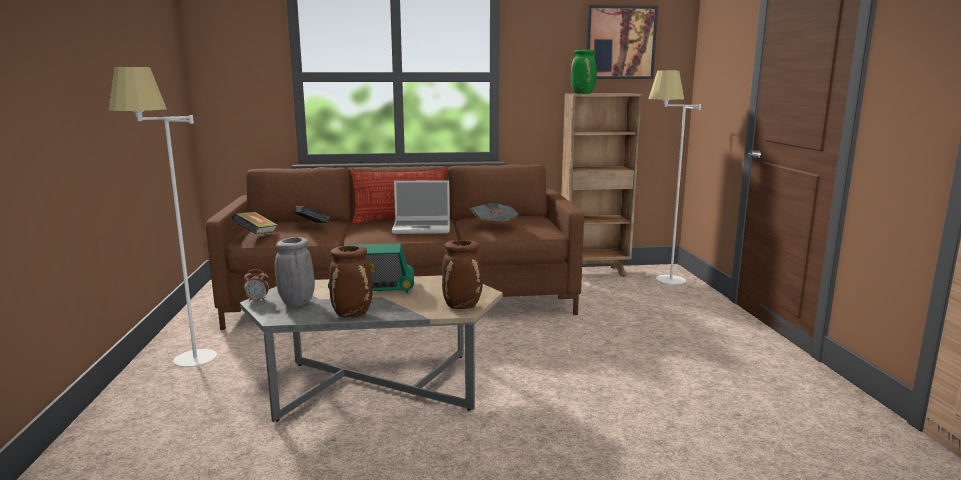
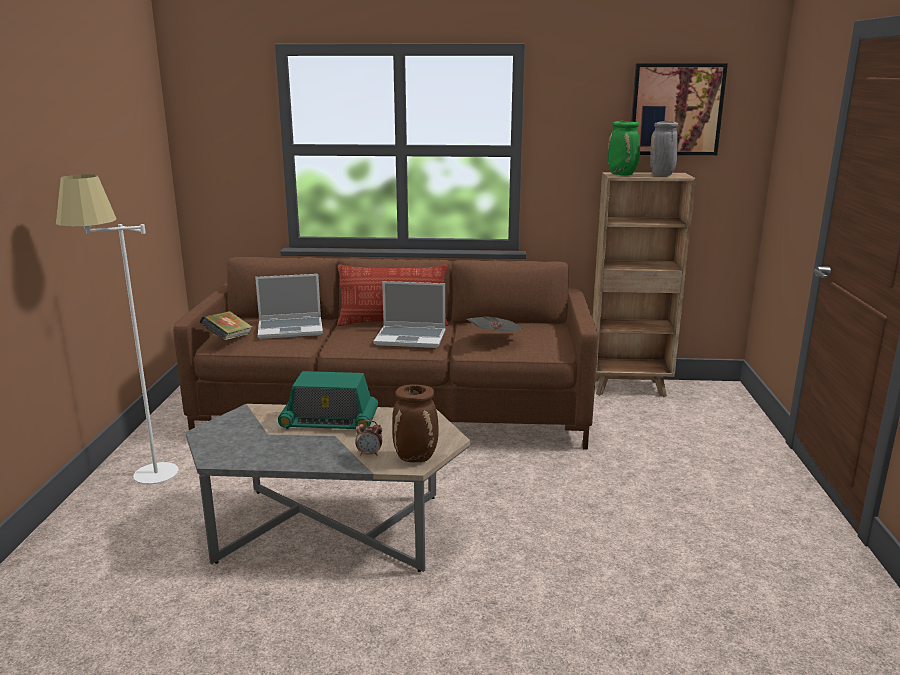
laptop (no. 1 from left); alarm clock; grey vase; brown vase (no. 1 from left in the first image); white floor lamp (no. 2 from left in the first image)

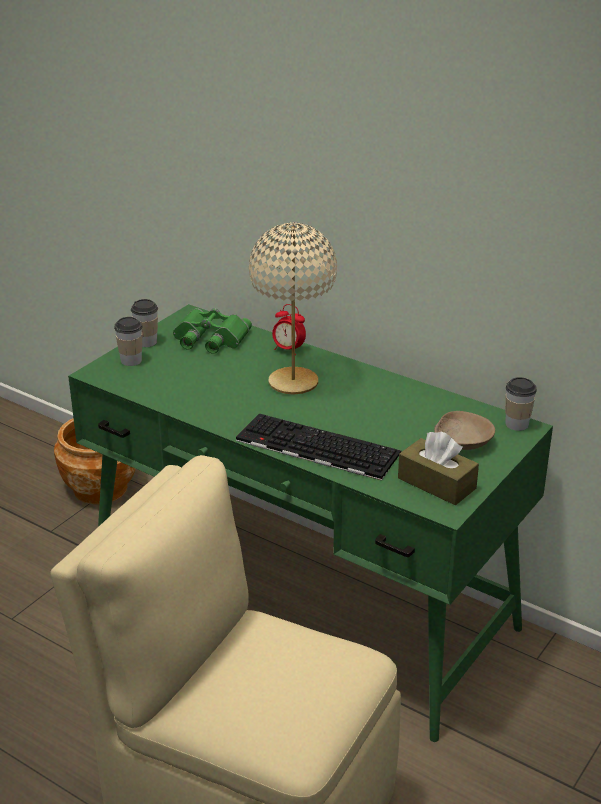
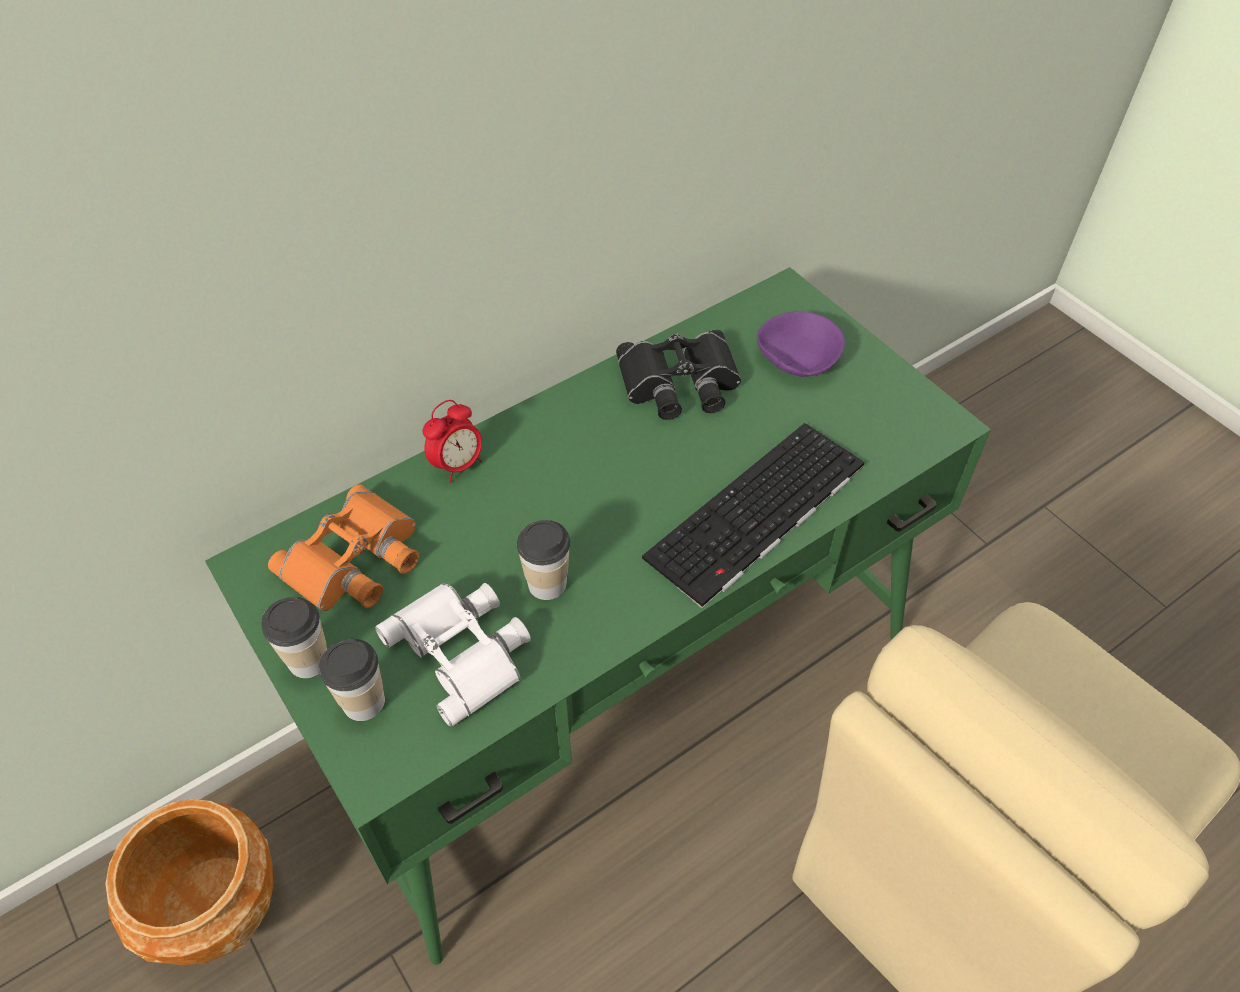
orange binoculars; white binoculars; cup (no. 3 from left); black binoculars; purple bowl; beige table lamp; brown tissue box

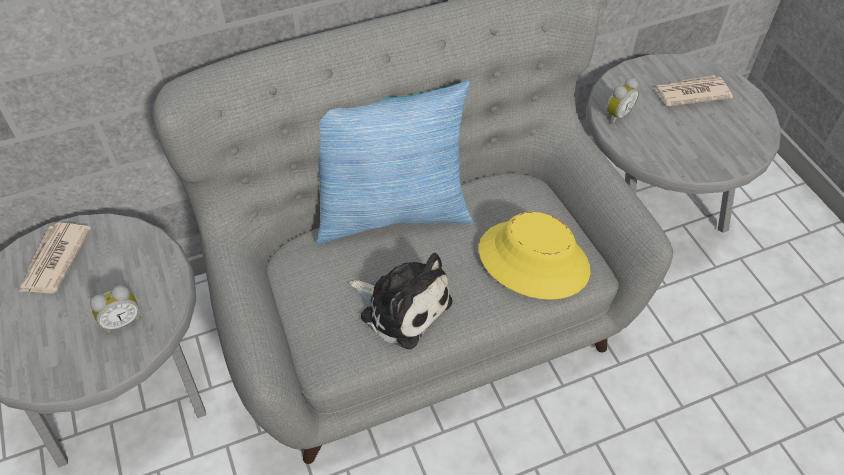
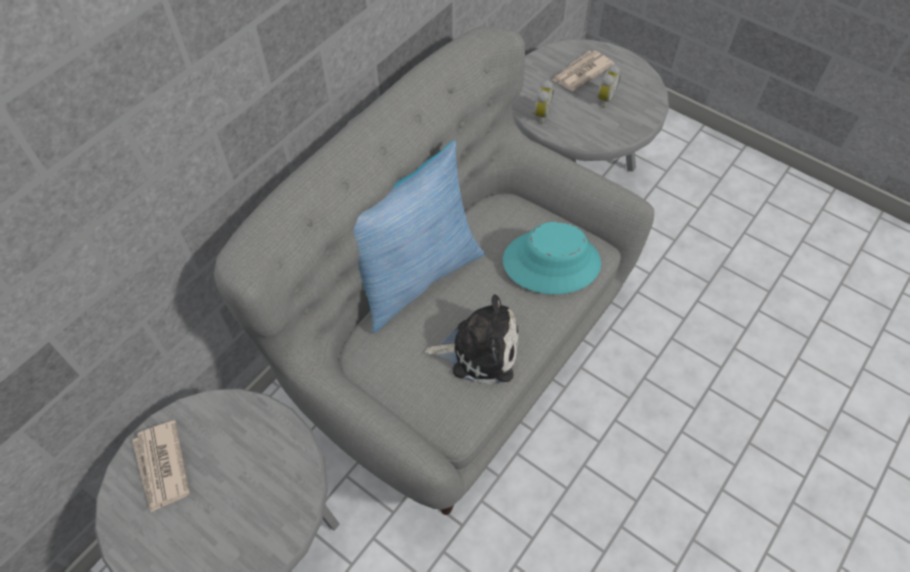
turquoise hat; alarm clock (no. 2 from left)

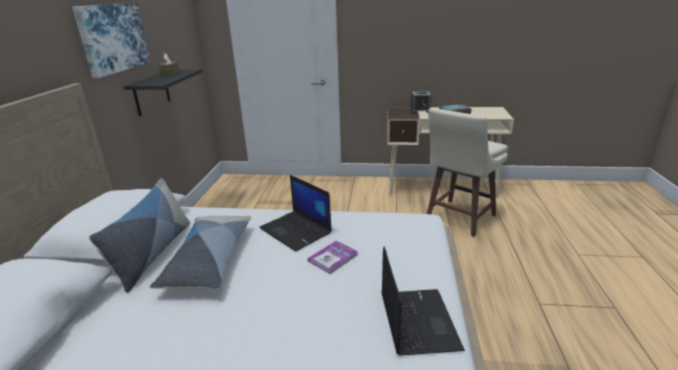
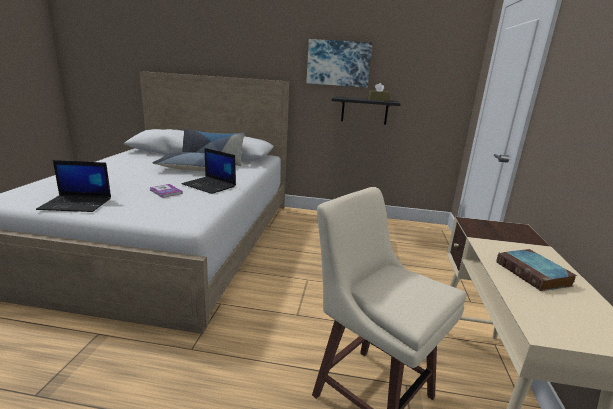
laptop (no. 2 from left); alarm clock

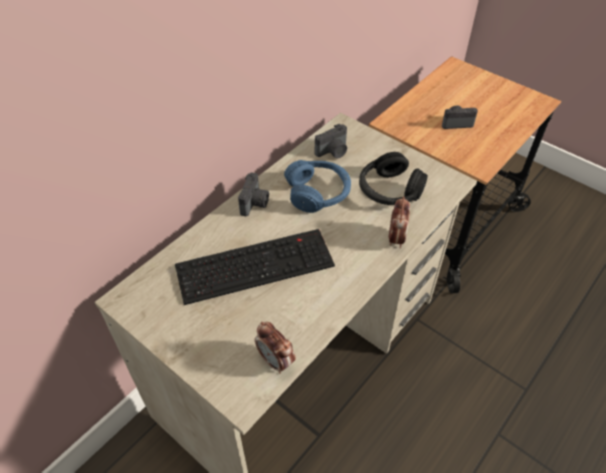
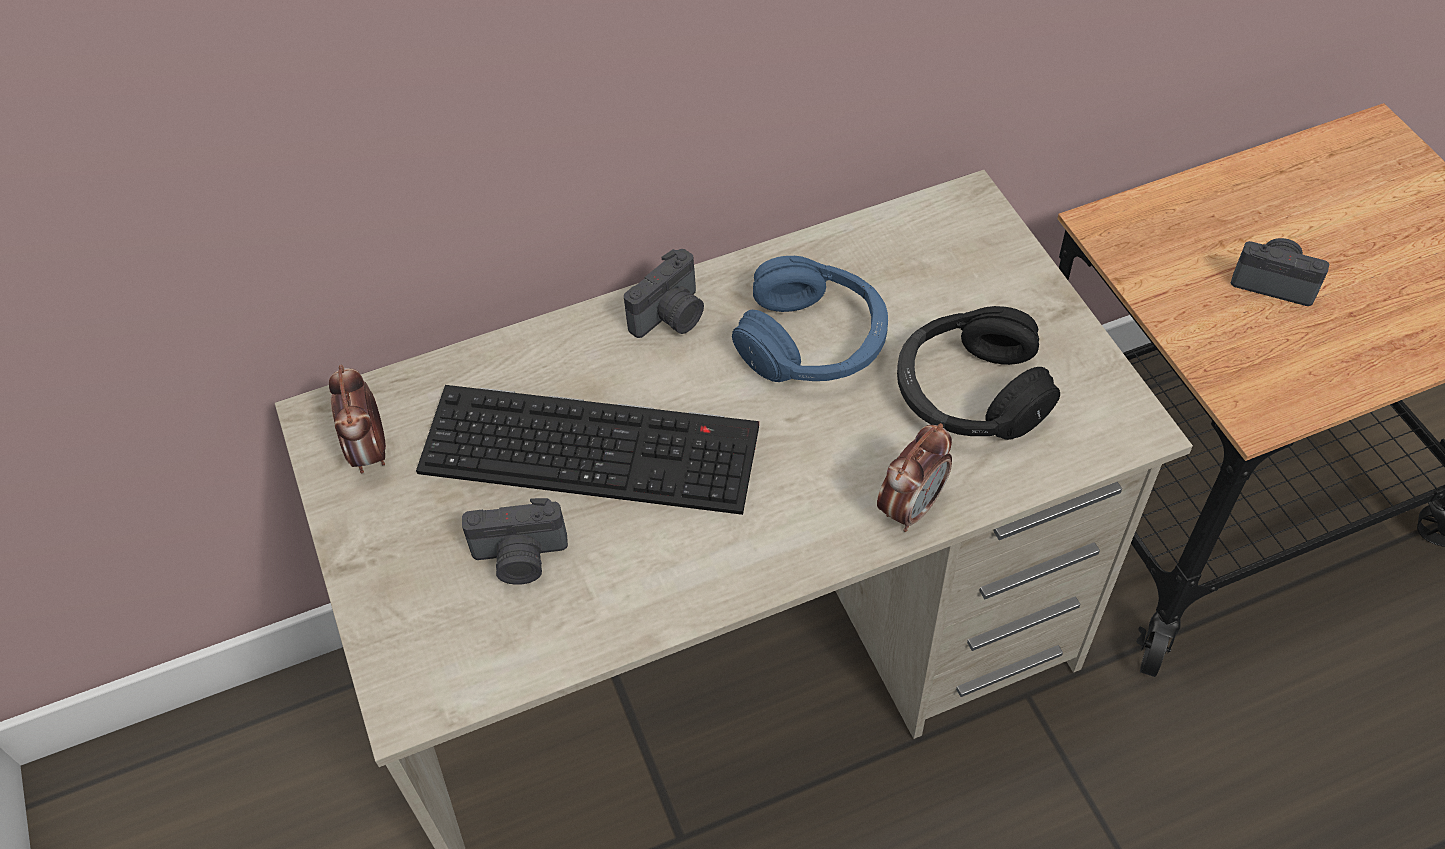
alarm clock (no. 1 from left); photo camera (no. 1 from left)

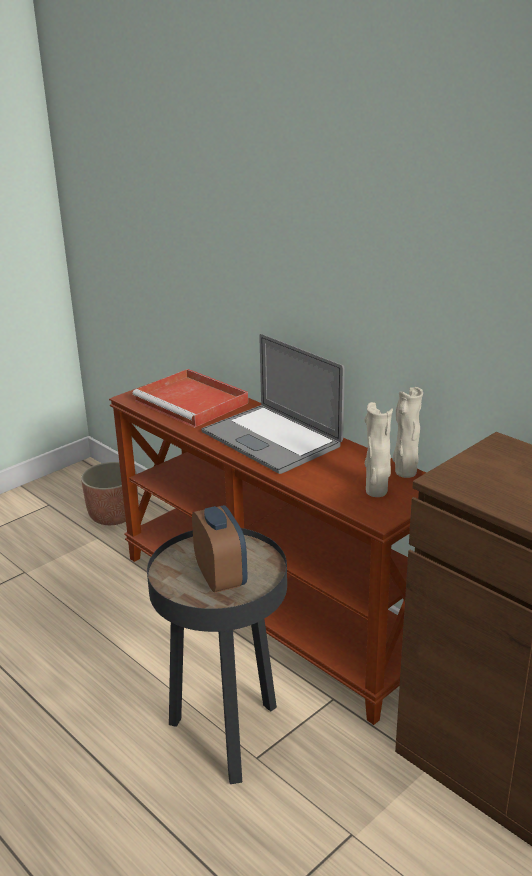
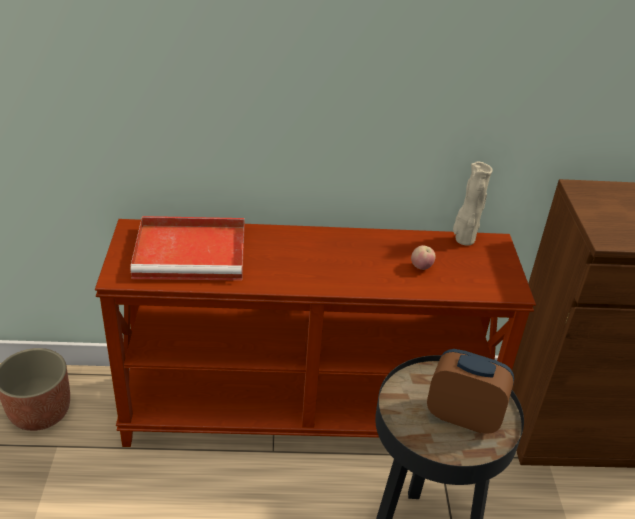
apple; laptop; beige vase (no. 1 from left in the first image)

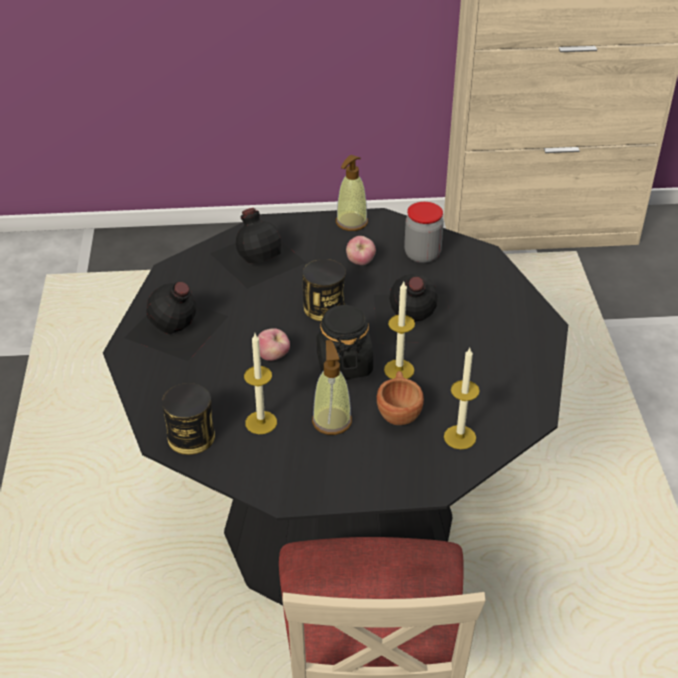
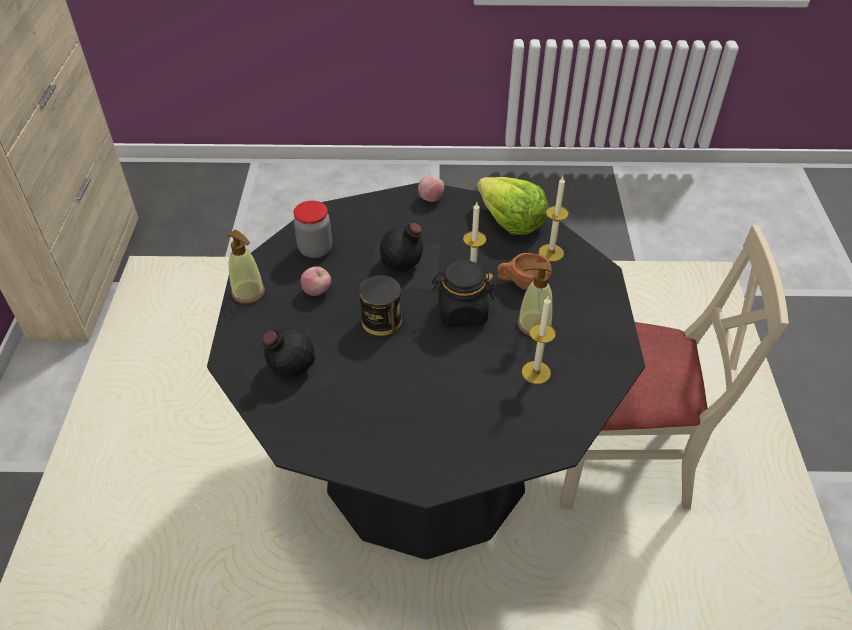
apple (no. 2 from left); lettuce; black bottle (no. 1 from left in the first image); can (no. 1 from left in the first image)

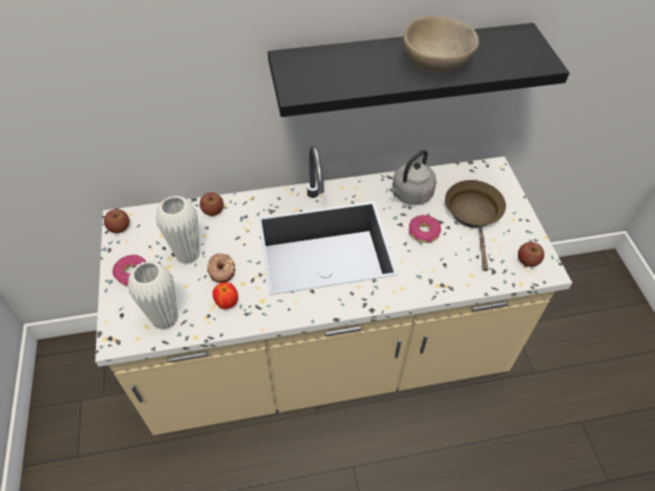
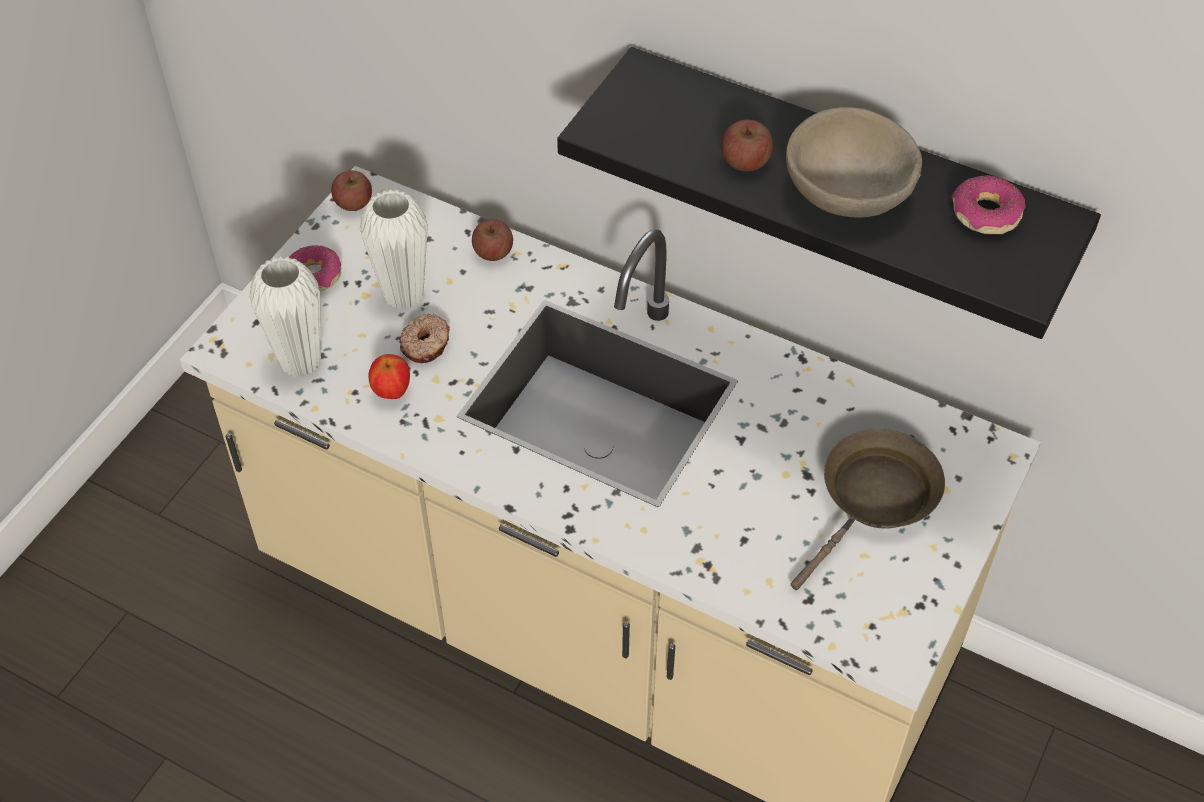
apple (no. 4 from left); donut (no. 3 from left); grey kettle

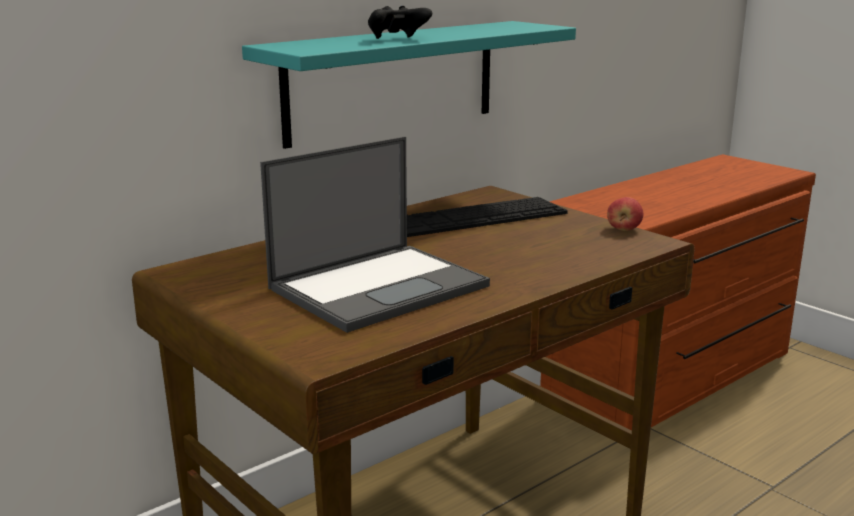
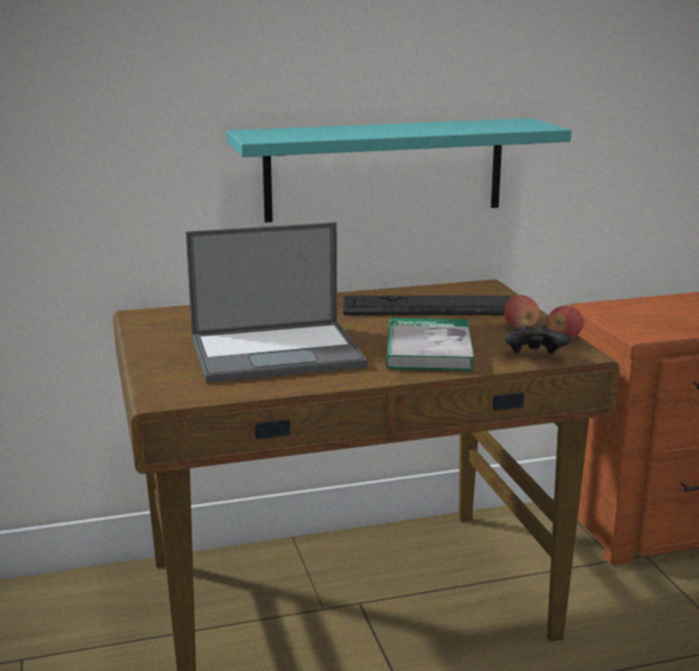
book; apple (no. 1 from left); black game controller

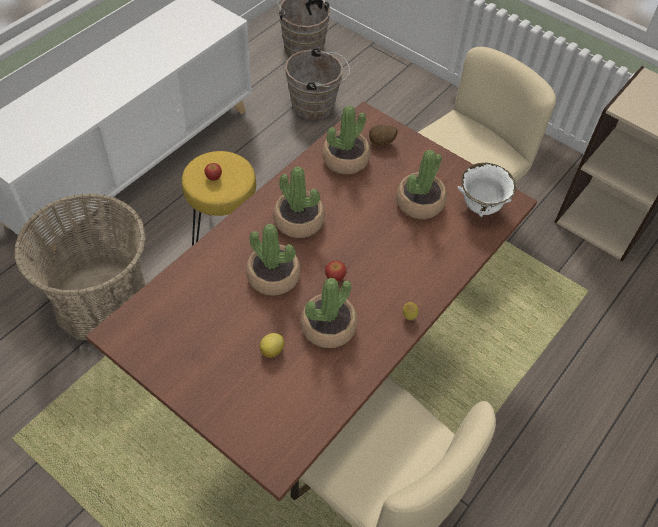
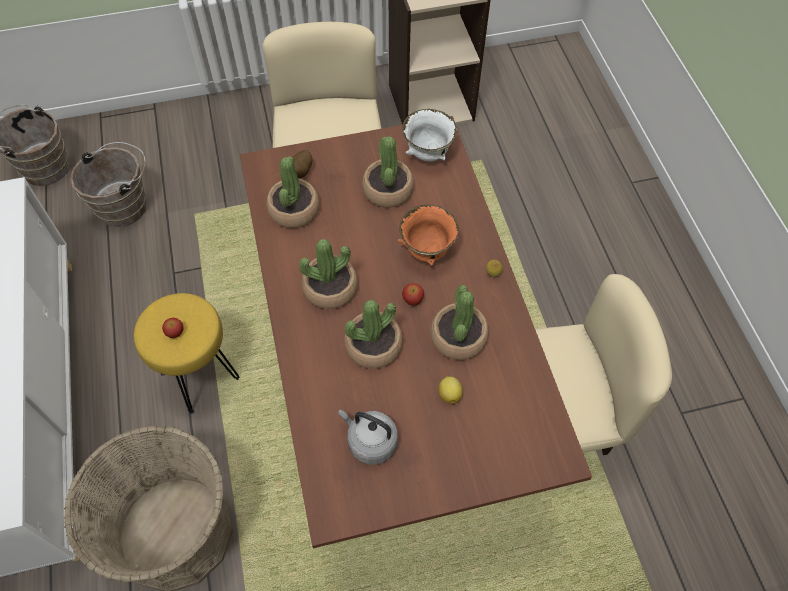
grey kettle; orange bowl

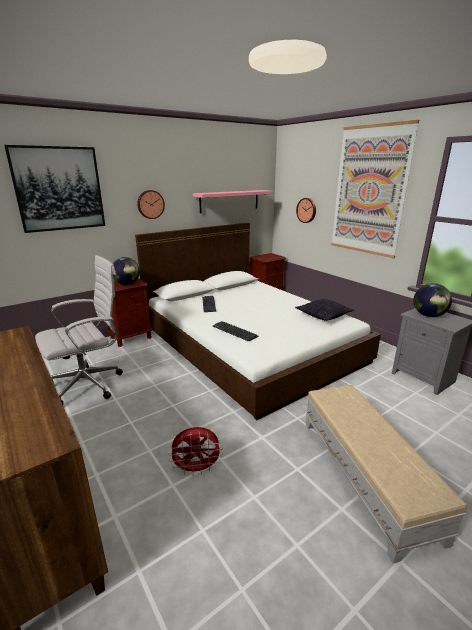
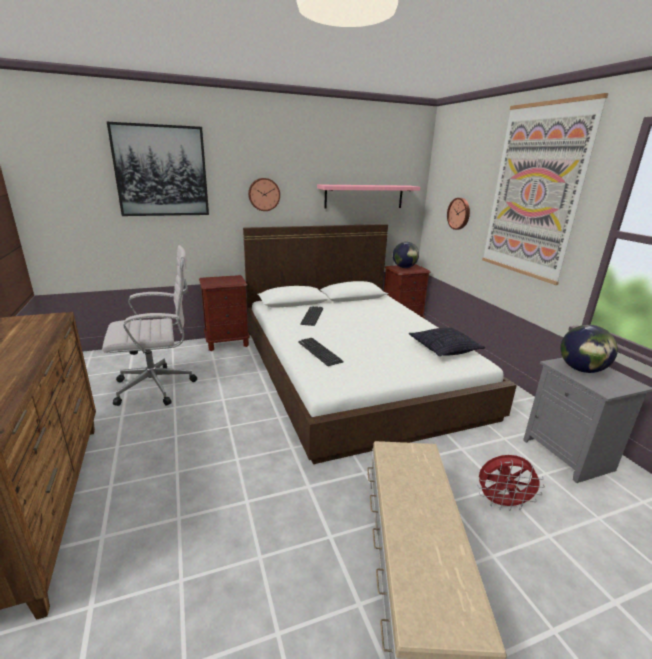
globe (no. 1 from left); red fan

